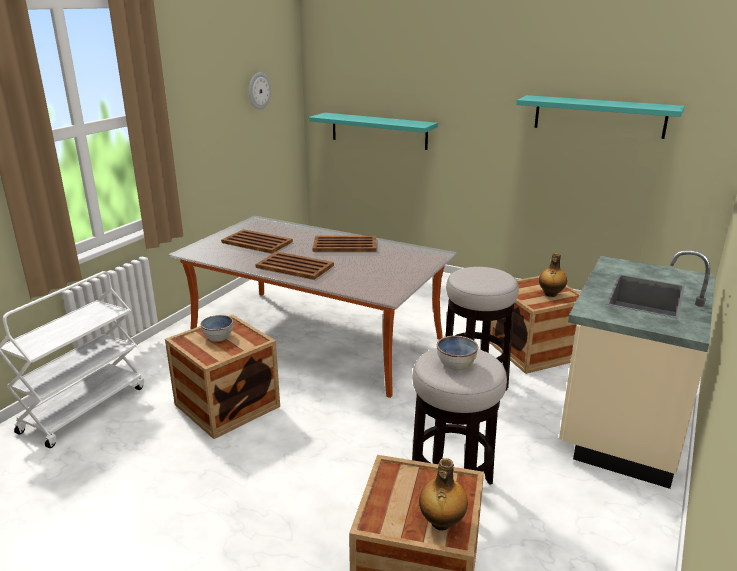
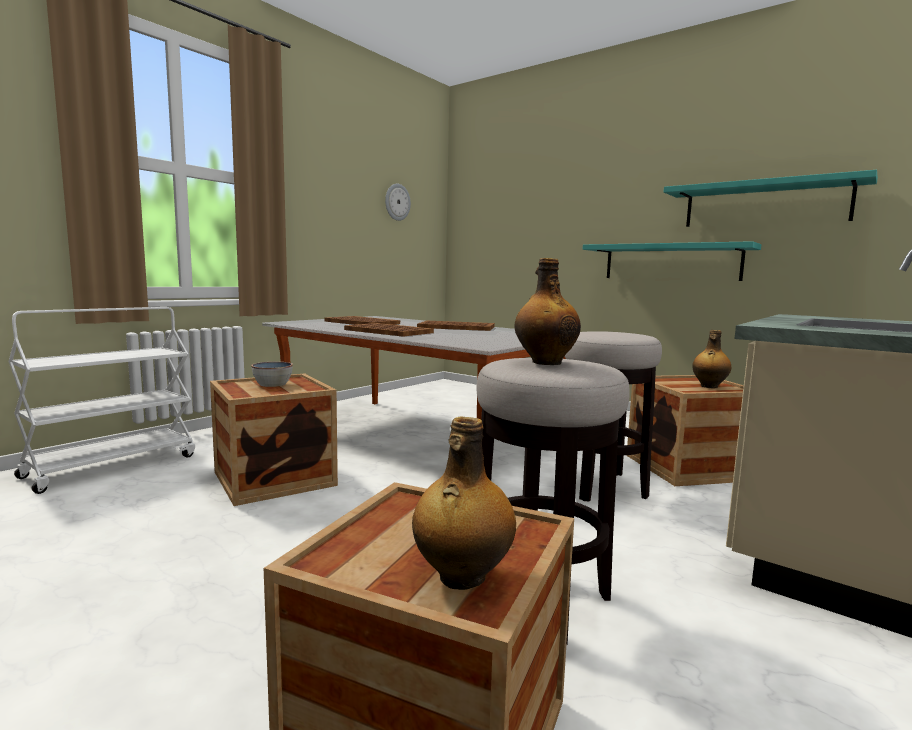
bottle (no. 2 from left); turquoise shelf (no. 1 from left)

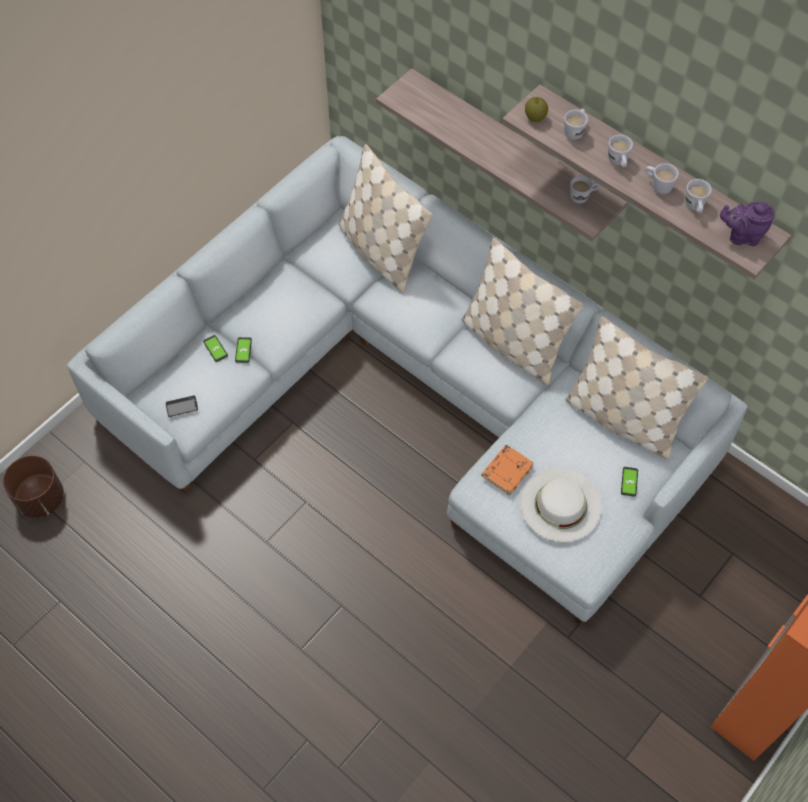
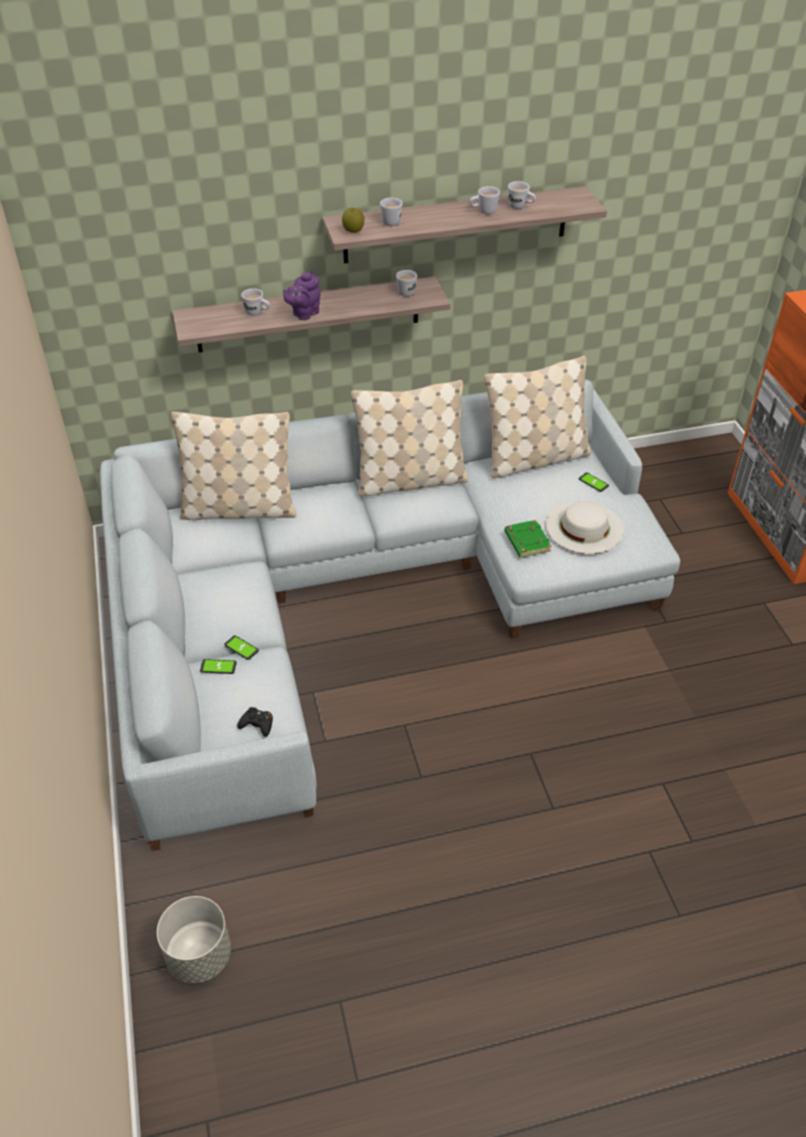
grey planter; black game controller; white mug (no. 1 from left); purple teapot; green book

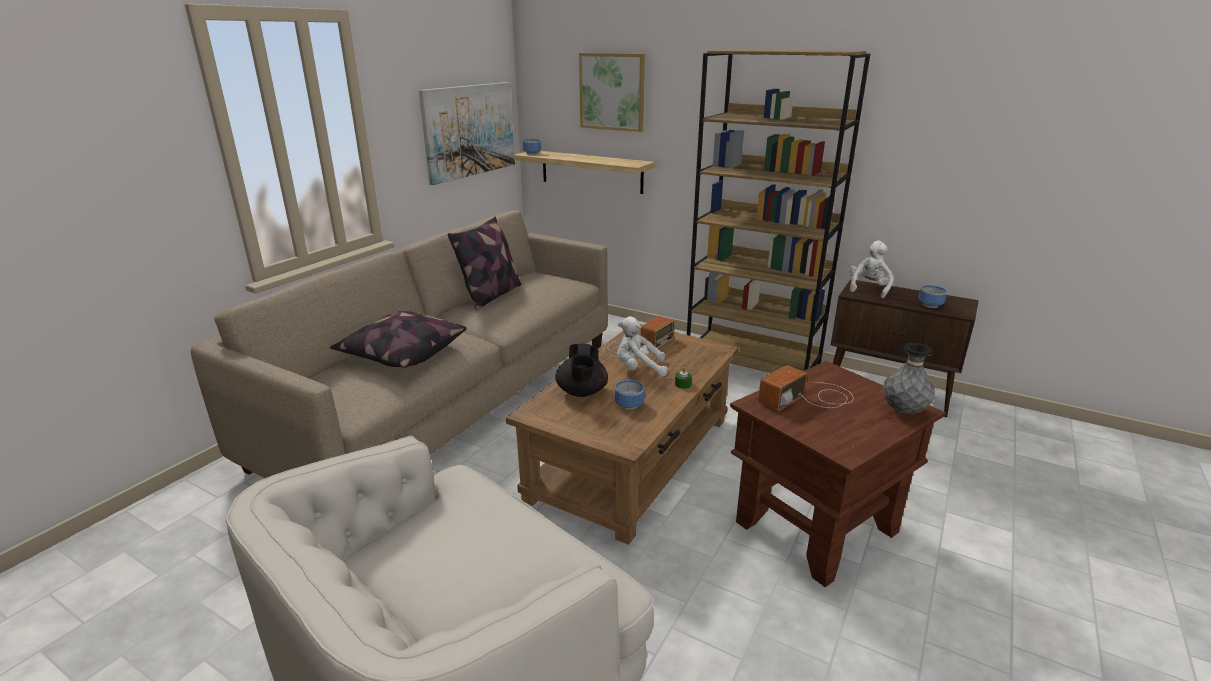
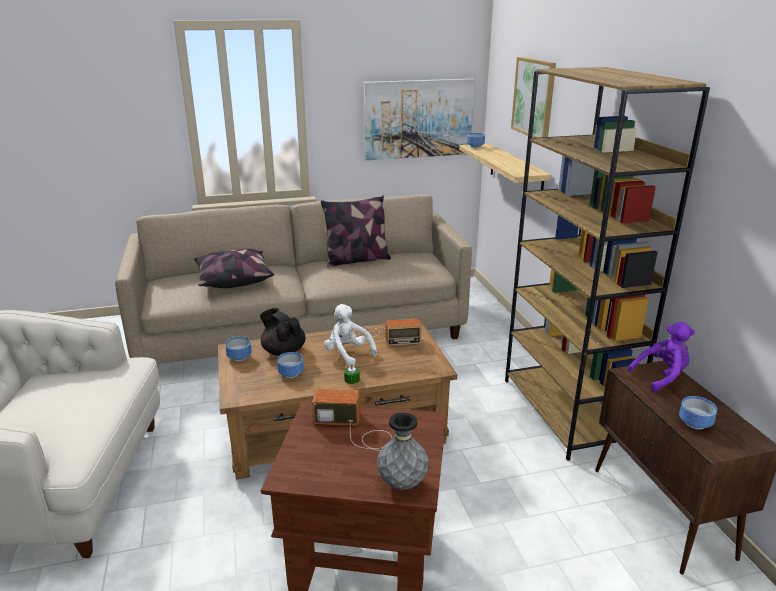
bowl (no. 1 from left); black teapot; purple plush toy

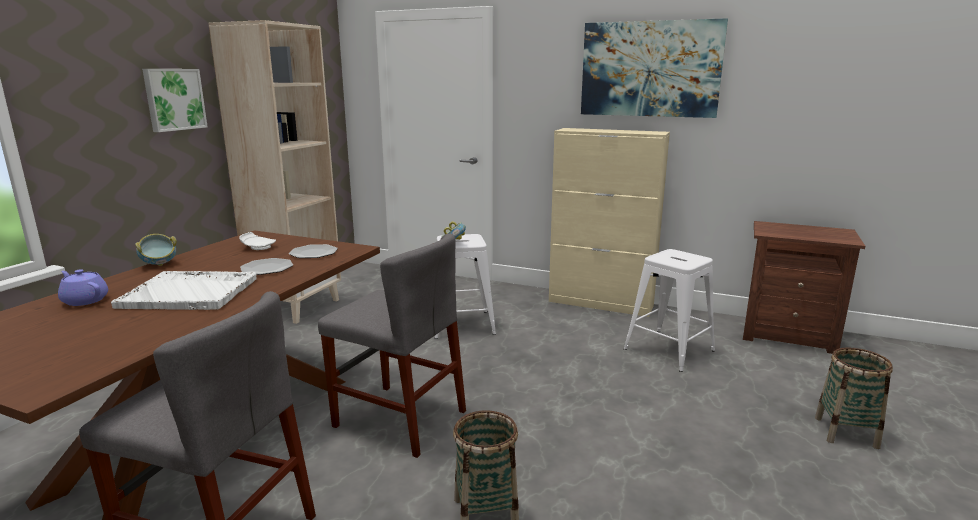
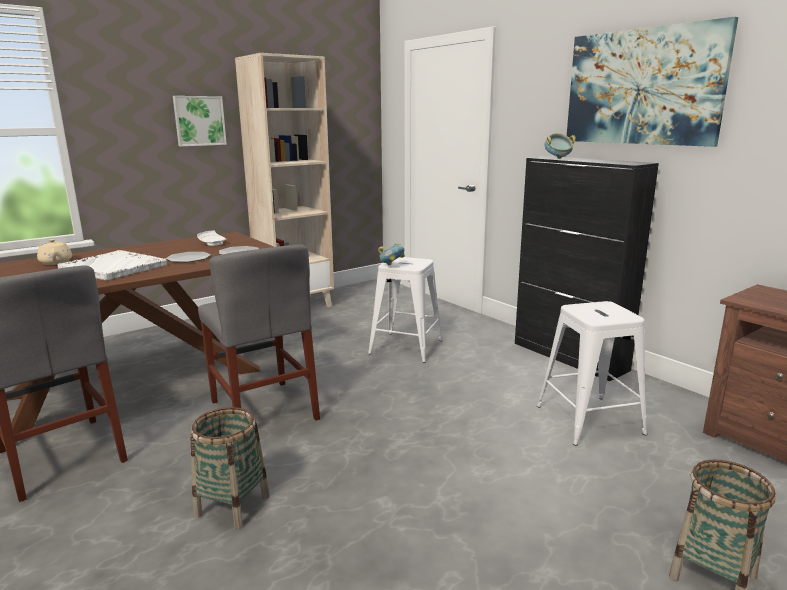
beige teapot; black cabinet; bowl (no. 2 from left)

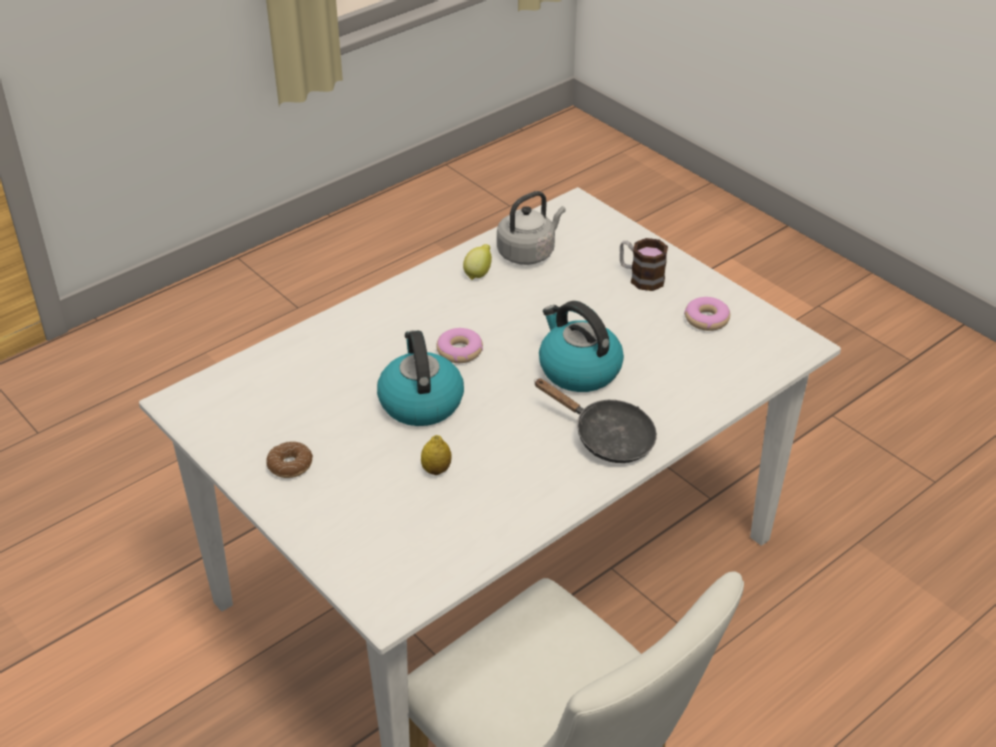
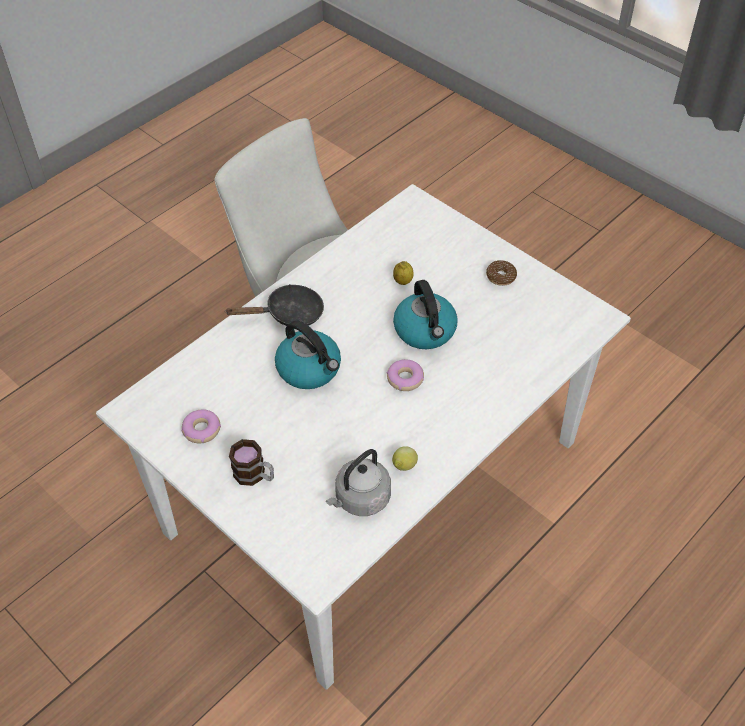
black frying pan

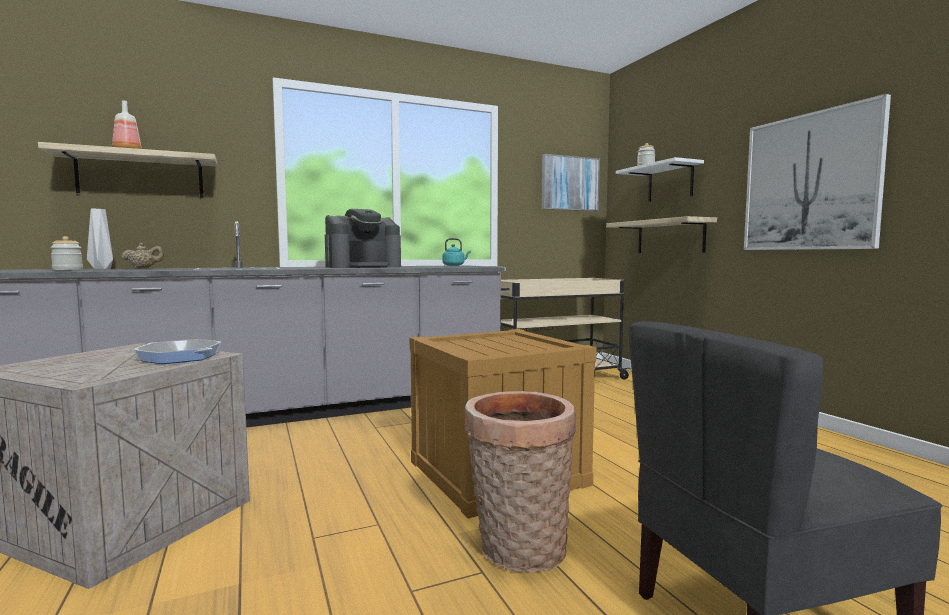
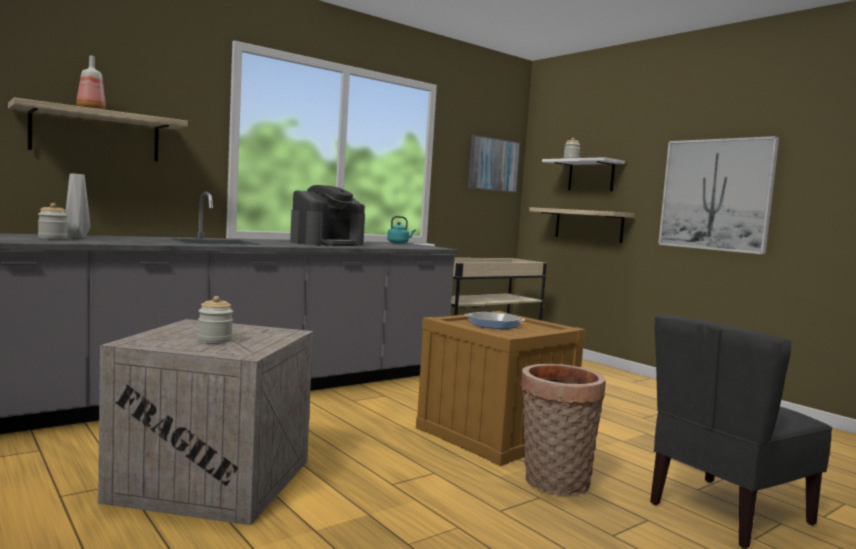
jar (no. 2 from left); frying pan; beige teapot

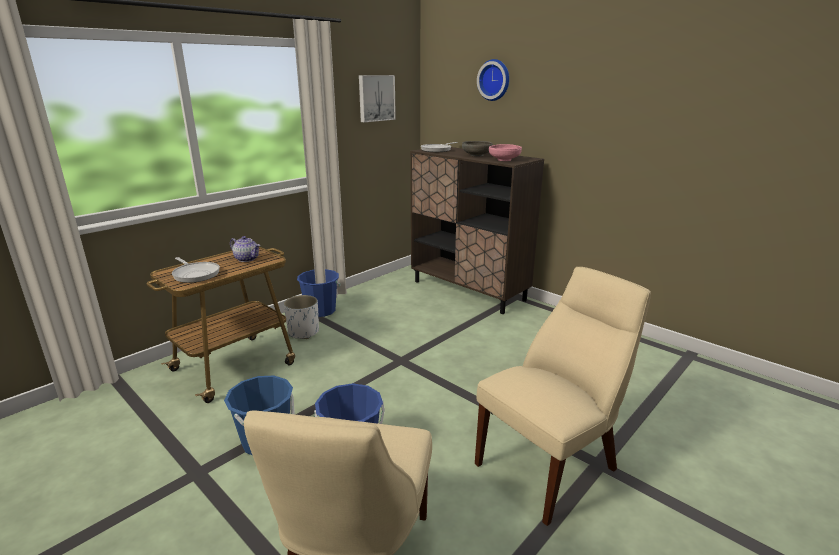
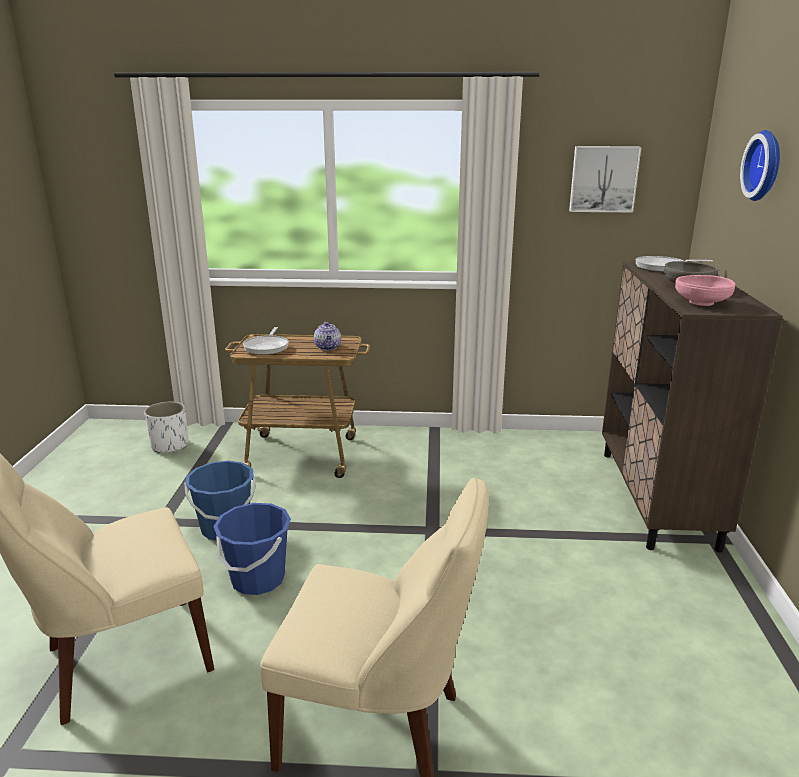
white planter; blue bucket (no. 2 from left in the first image)

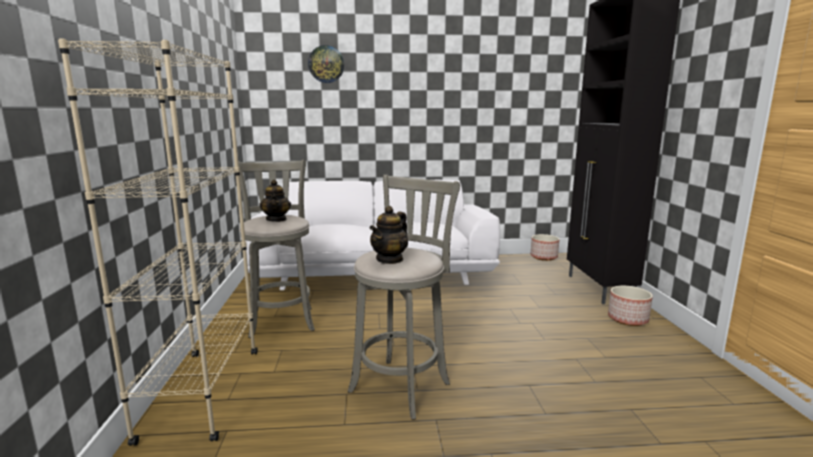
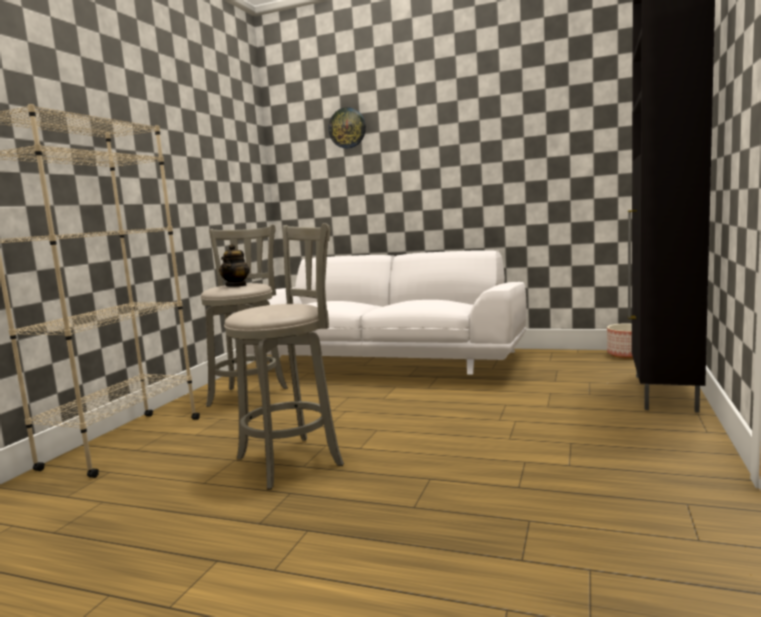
teapot (no. 2 from left in the first image); planter (no. 2 from left in the first image)

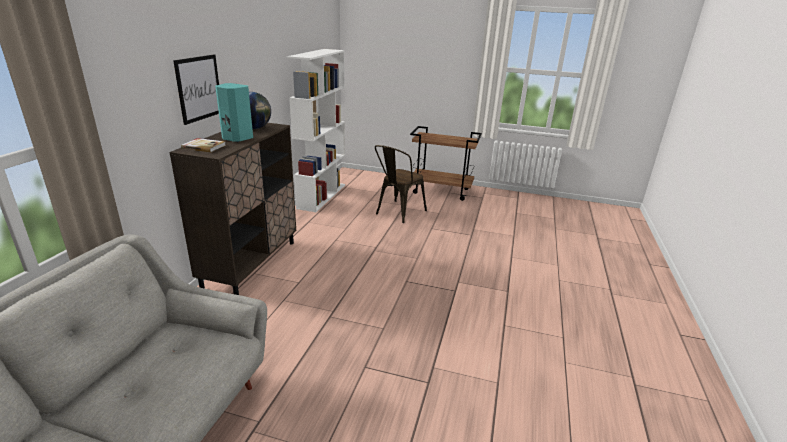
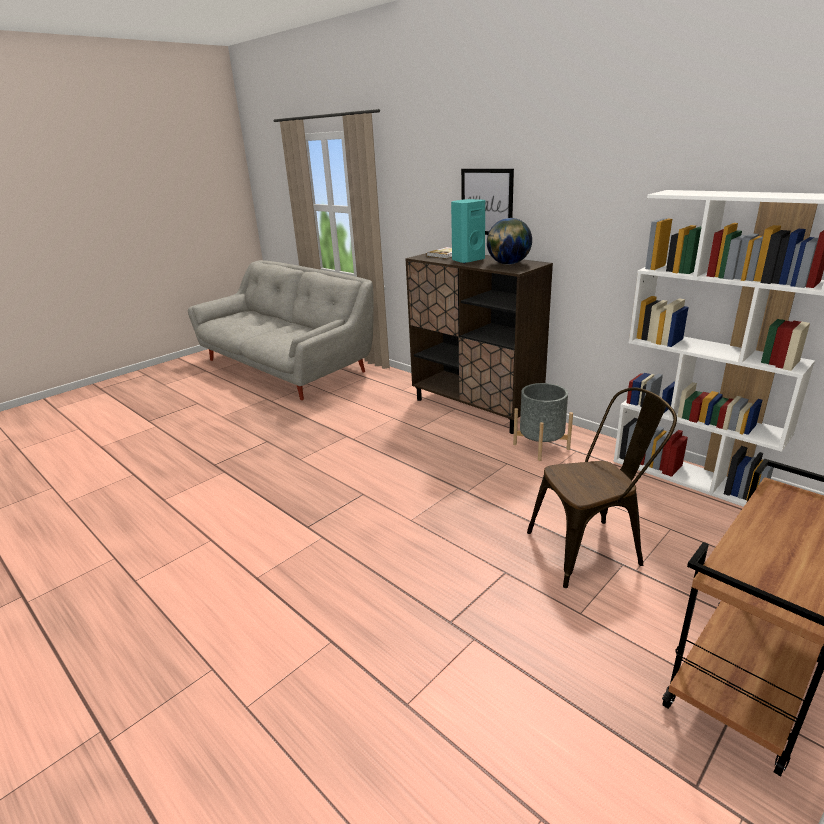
grey planter; brown chair

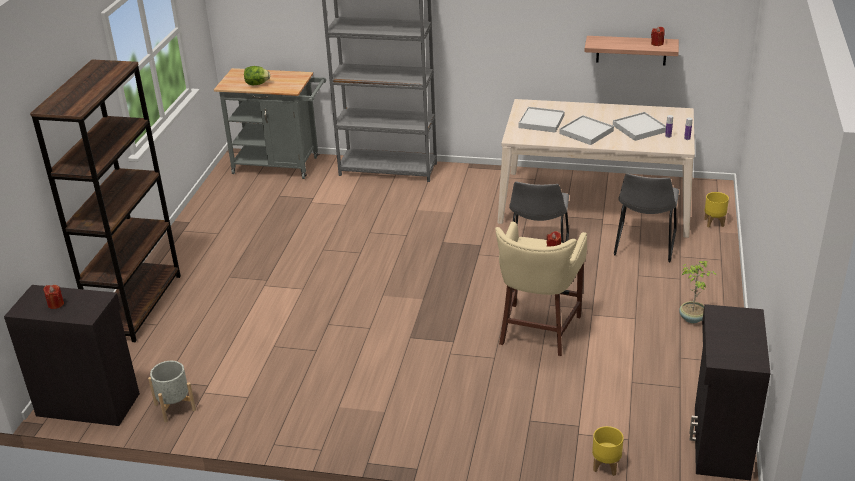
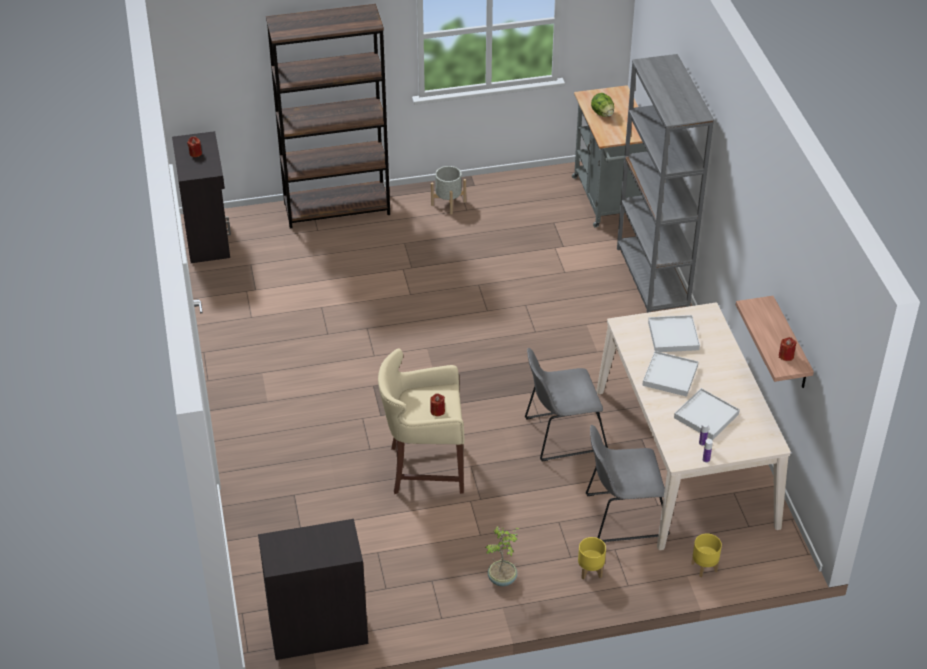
grey planter; yellow planter (no. 1 from left)

